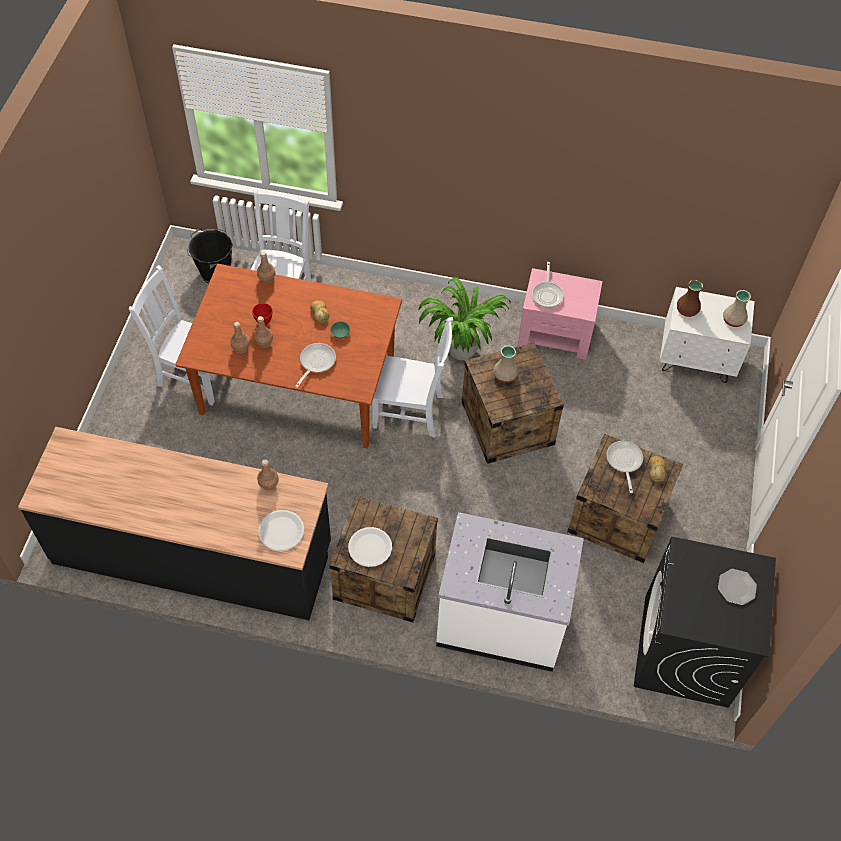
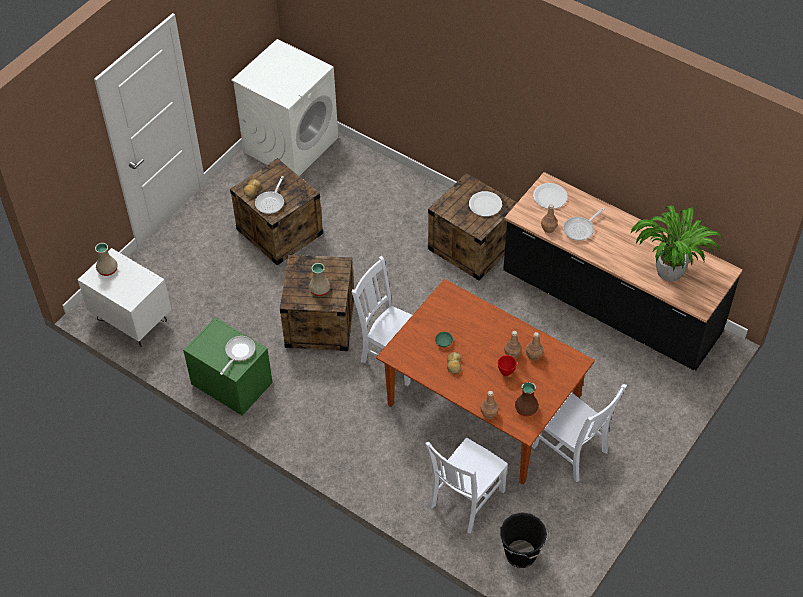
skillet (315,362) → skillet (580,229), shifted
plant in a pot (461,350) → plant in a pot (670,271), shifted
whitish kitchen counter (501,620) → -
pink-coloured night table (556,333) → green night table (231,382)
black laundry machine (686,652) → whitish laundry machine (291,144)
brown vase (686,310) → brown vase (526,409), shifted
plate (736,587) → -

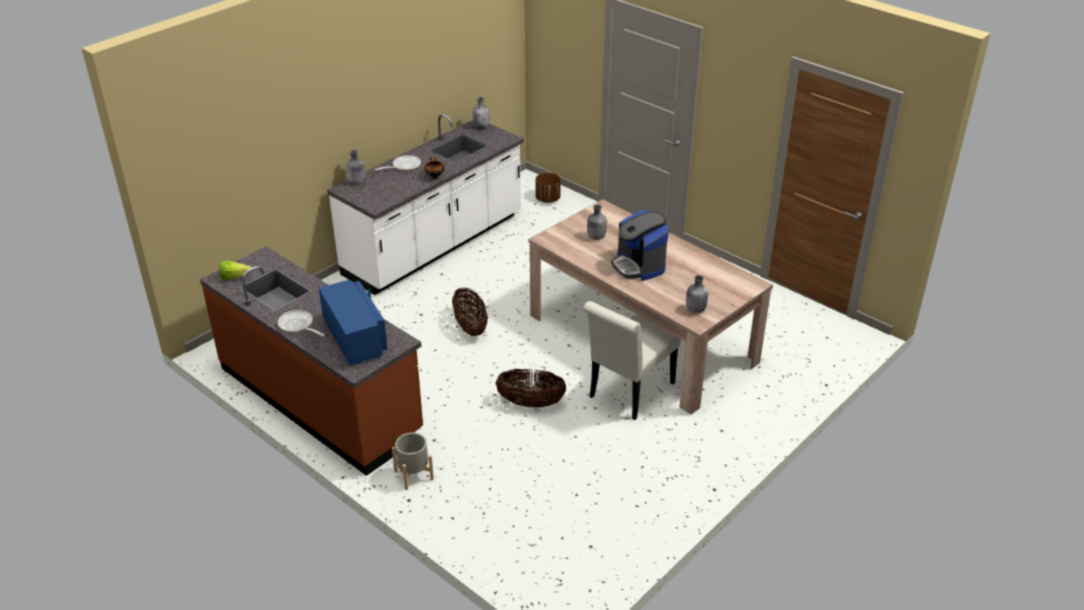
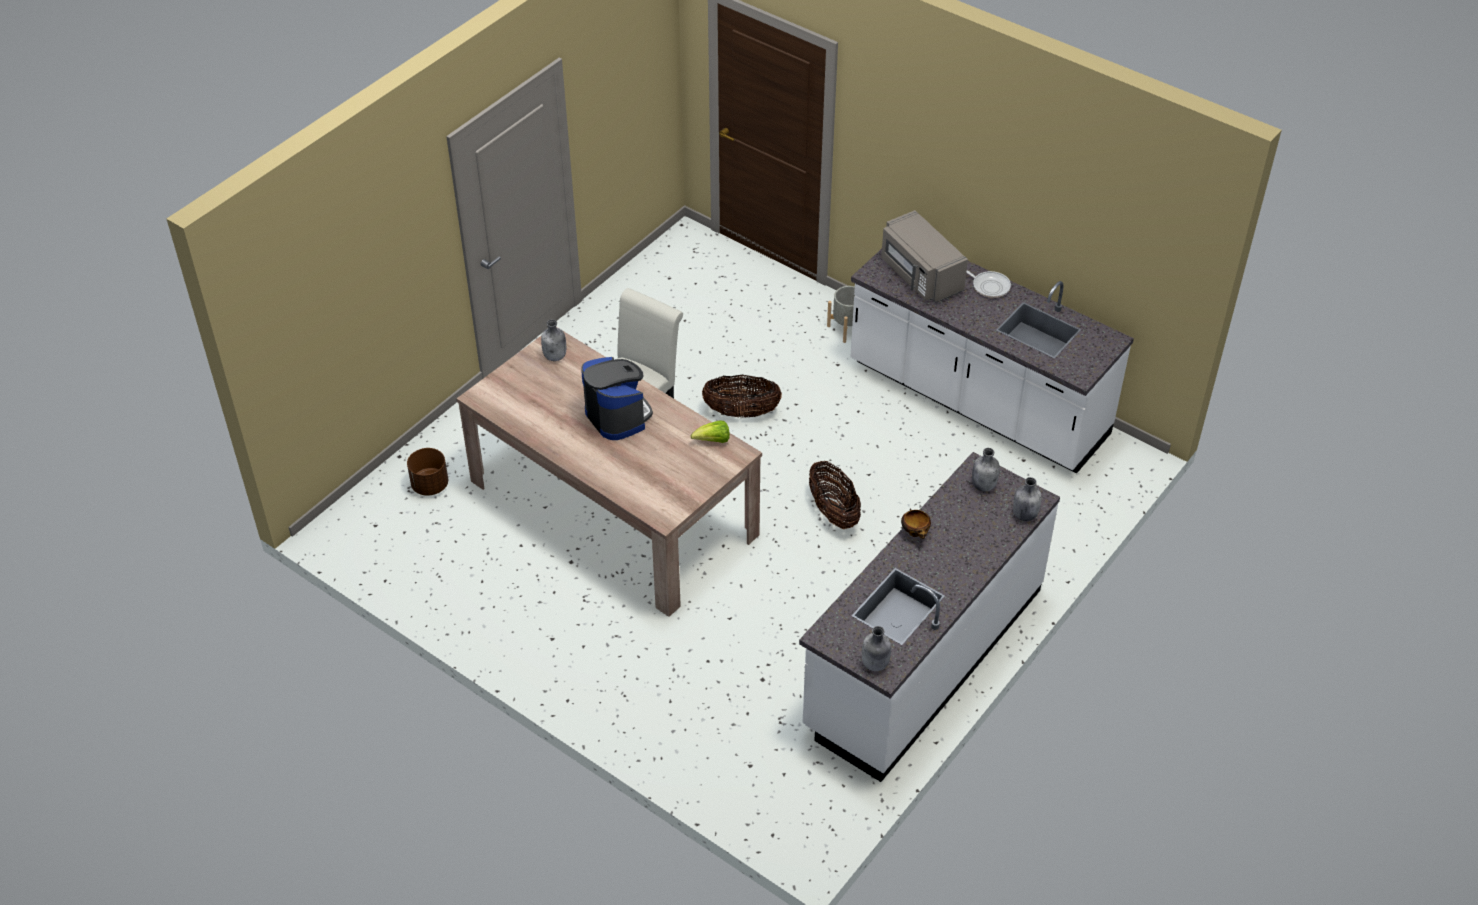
brown kitchen counter (320,400) → whitish kitchen counter (977,401)
lettuce head (234,277) → lettuce head (713,441), shifted
blue-coloured microwave oven (356,338) → gray microwave oven (920,275)
skillet (404,166) → -
brown planter (548,199) → brown planter (430,485), shifted
gray beverage bottle (596,237) → gray beverage bottle (984,485), shifted

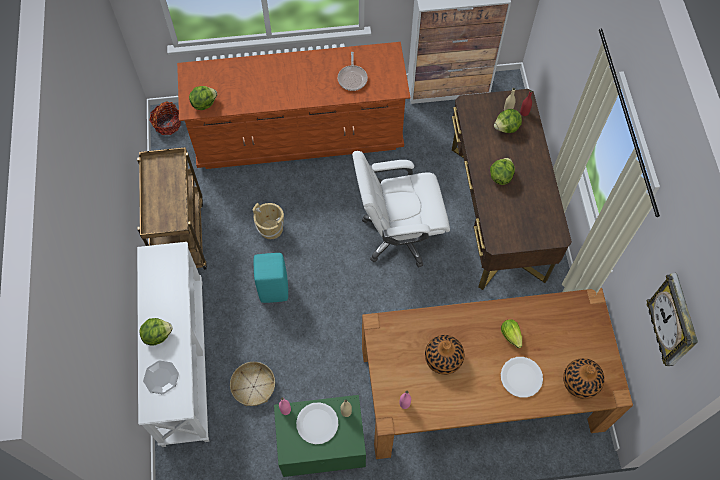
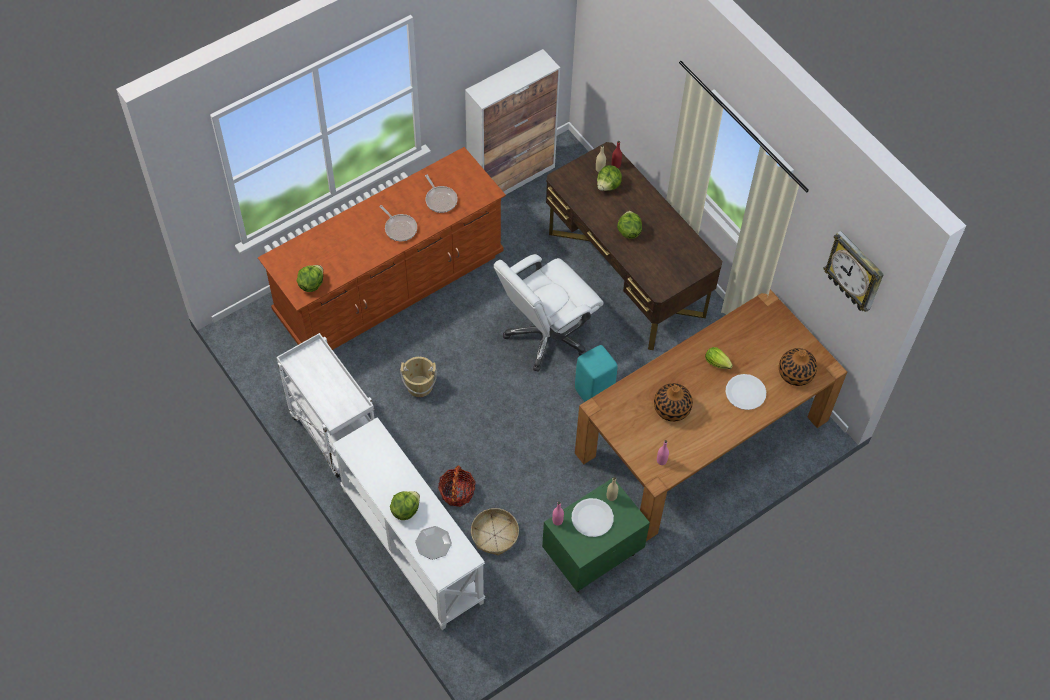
brown cart (181,235) → whitish cart (332,432)
household basket (167,124) → household basket (457,492), shifted
turquoise stool seat (274,289) → turquoise stool seat (594,392), shifted
- → skillet (399,228)

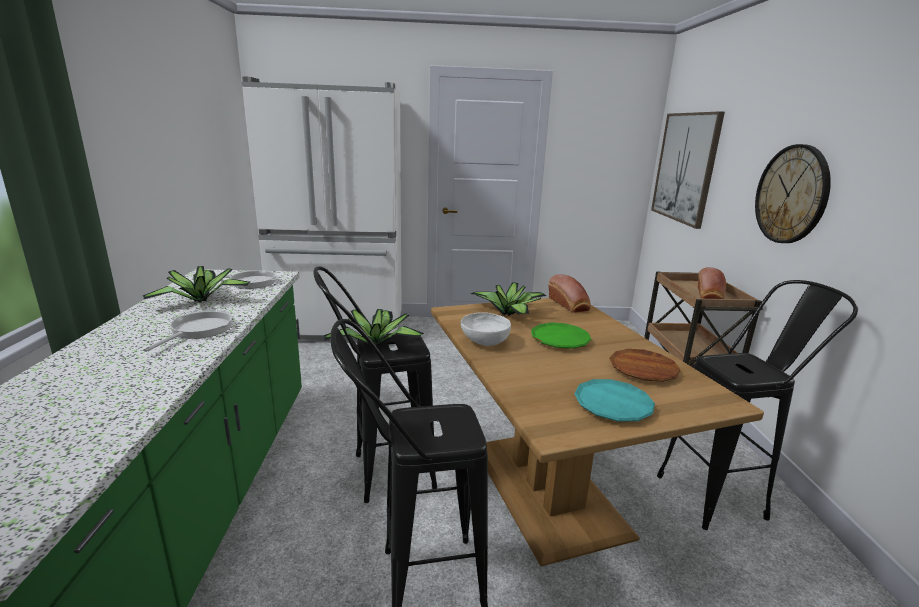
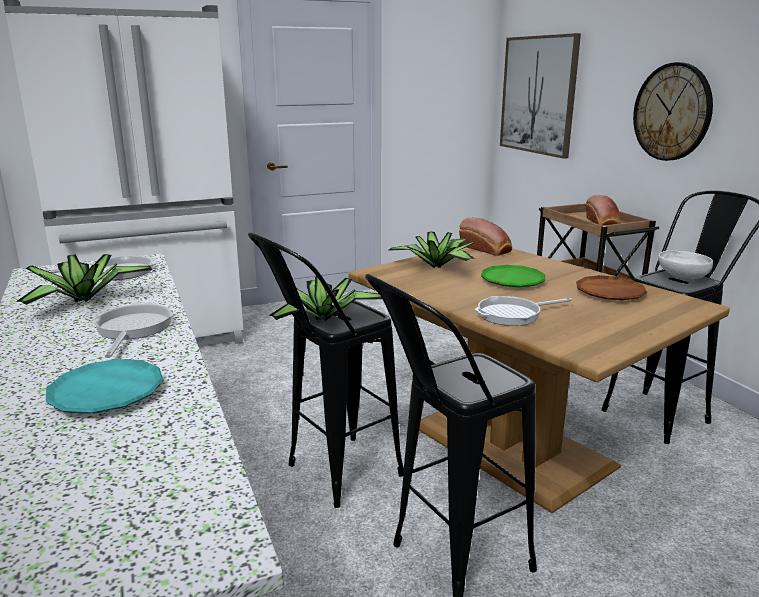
whitish serving bowl (484,341) → whitish serving bowl (681,277), shifted
turquoise plate (612,405) → turquoise plate (107,393), shifted
- → skillet (513,314)

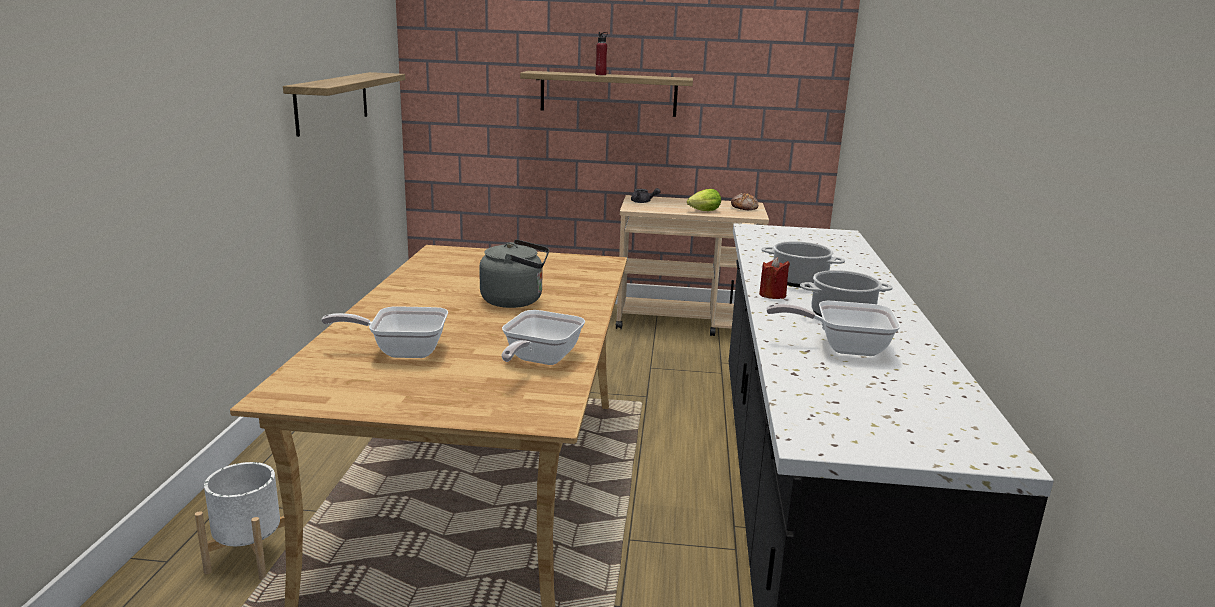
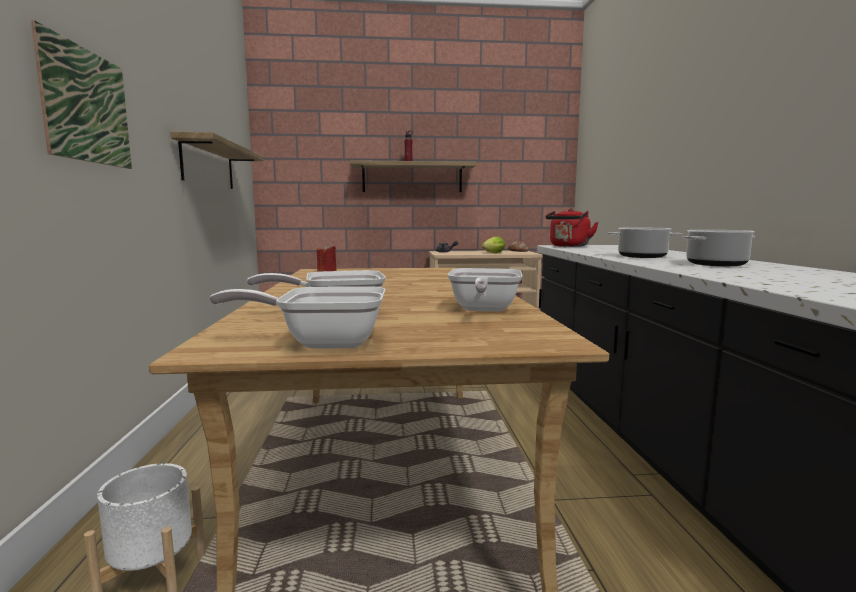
gray tea kettle (516,301) → -
reddish candle (772,295) → reddish candle (327,271), shifted
skillet (842,347) → skillet (322,342), shifted
- → wall art (87,106)
- → reddish tea kettle (568,246)

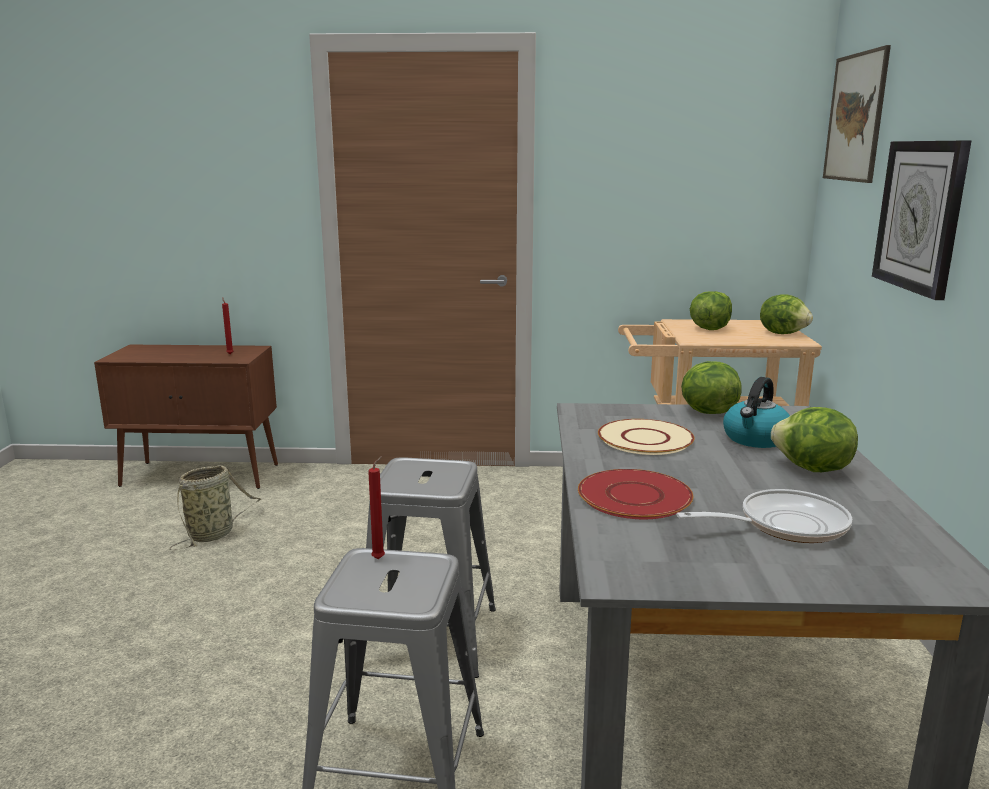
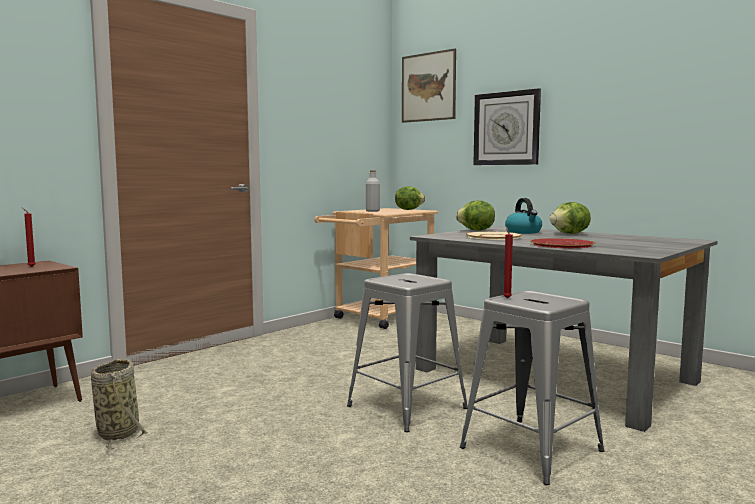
skillet (784,525) → -
lettuce head (709,329) → gray beverage bottle (372,211)

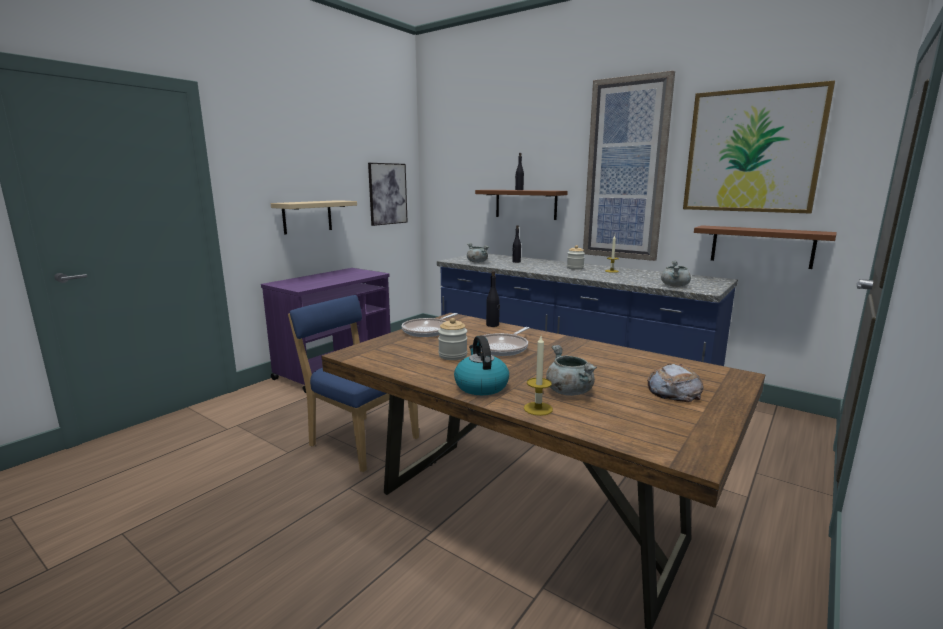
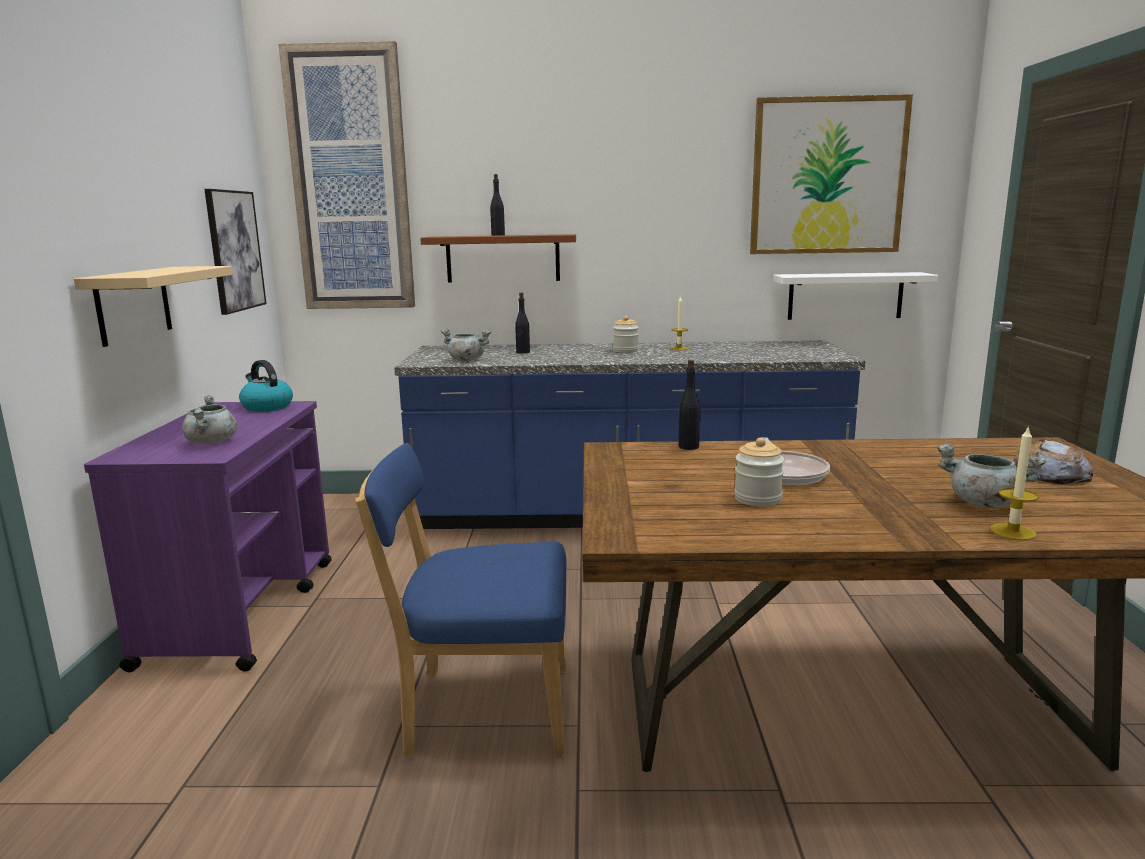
skillet (428,330) → -
tea kettle (480,386) → tea kettle (266,407), shifted
wall art (626,170) → wall art (351,181), shifted
gray saucepot (675,286) → gray saucepot (212,442), shifted
brown bracket shelf (761,246) → whitish bracket shelf (845,296)

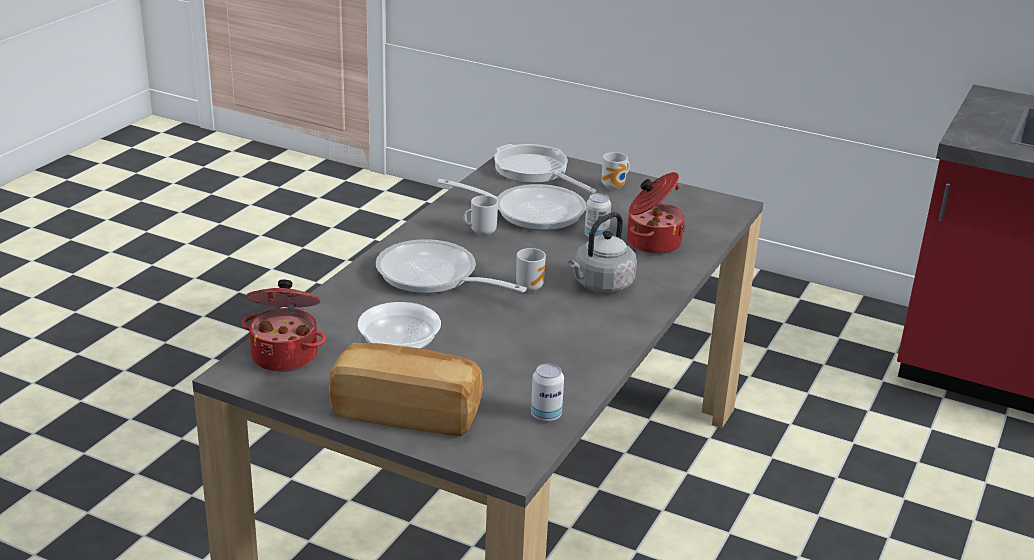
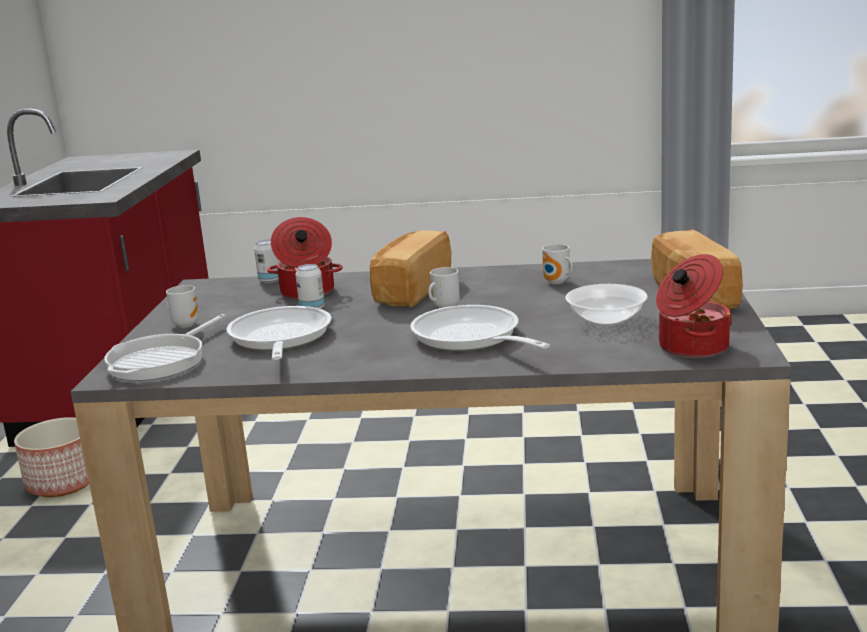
skillet (434,277) → skillet (471,339), 135 degrees clockwise
mug (481,232) → mug (557,282), shifted
can (546,415) → can (270,280), shifted
gray tea kettle (601,285) → baked bread (410,291)
- → planter (63,482)

